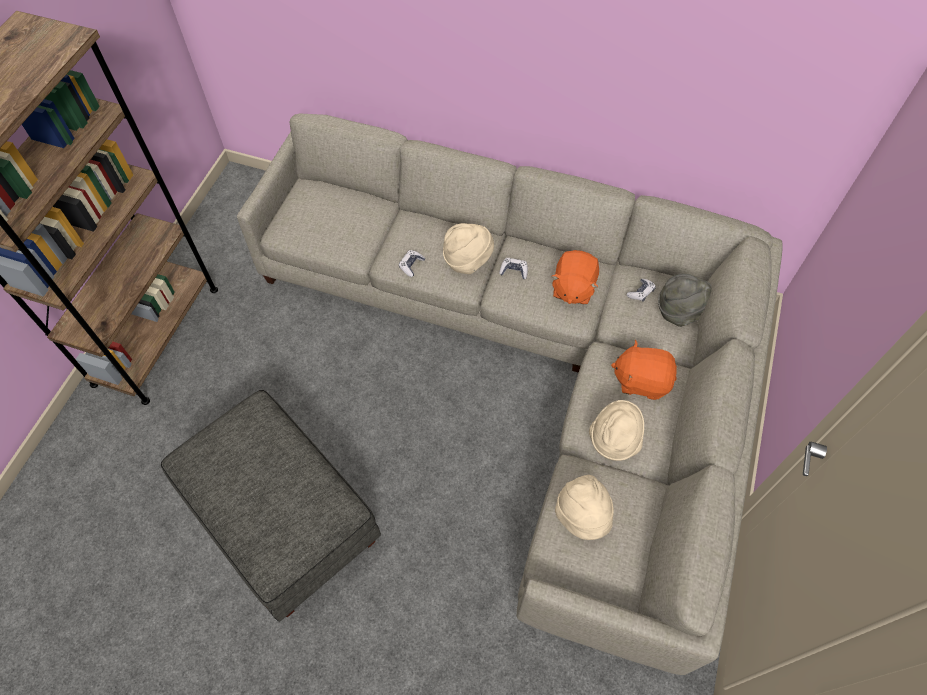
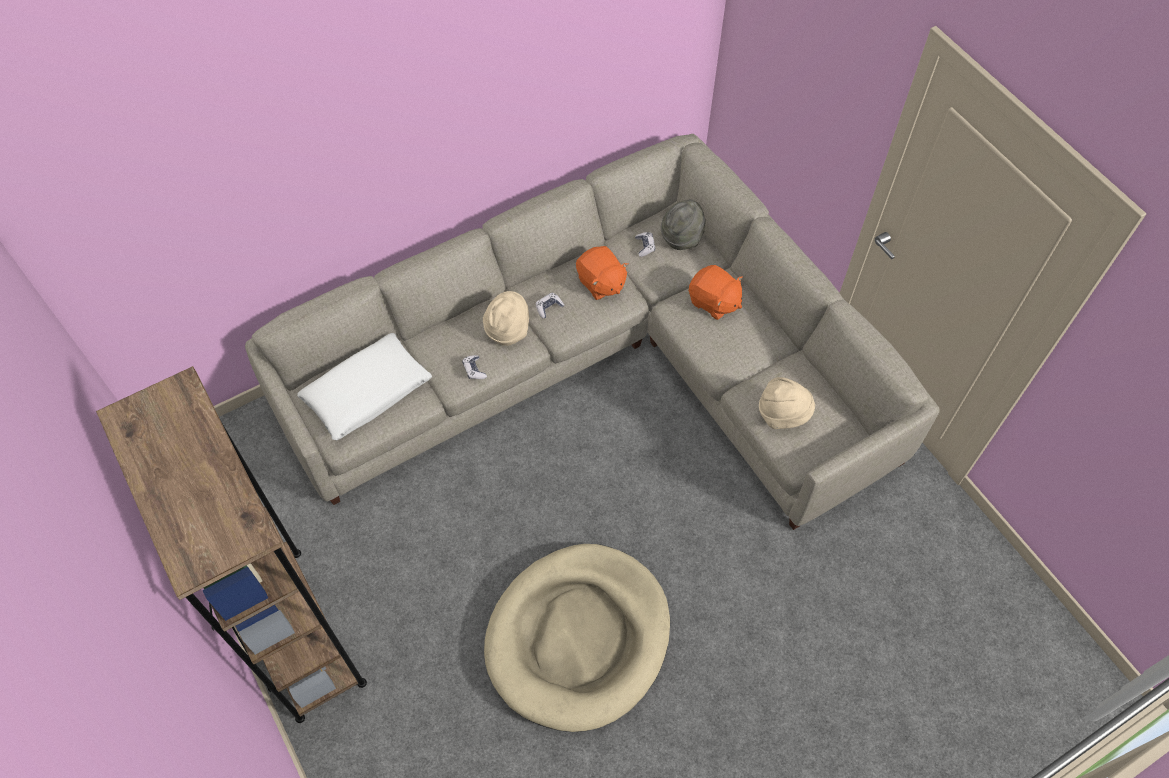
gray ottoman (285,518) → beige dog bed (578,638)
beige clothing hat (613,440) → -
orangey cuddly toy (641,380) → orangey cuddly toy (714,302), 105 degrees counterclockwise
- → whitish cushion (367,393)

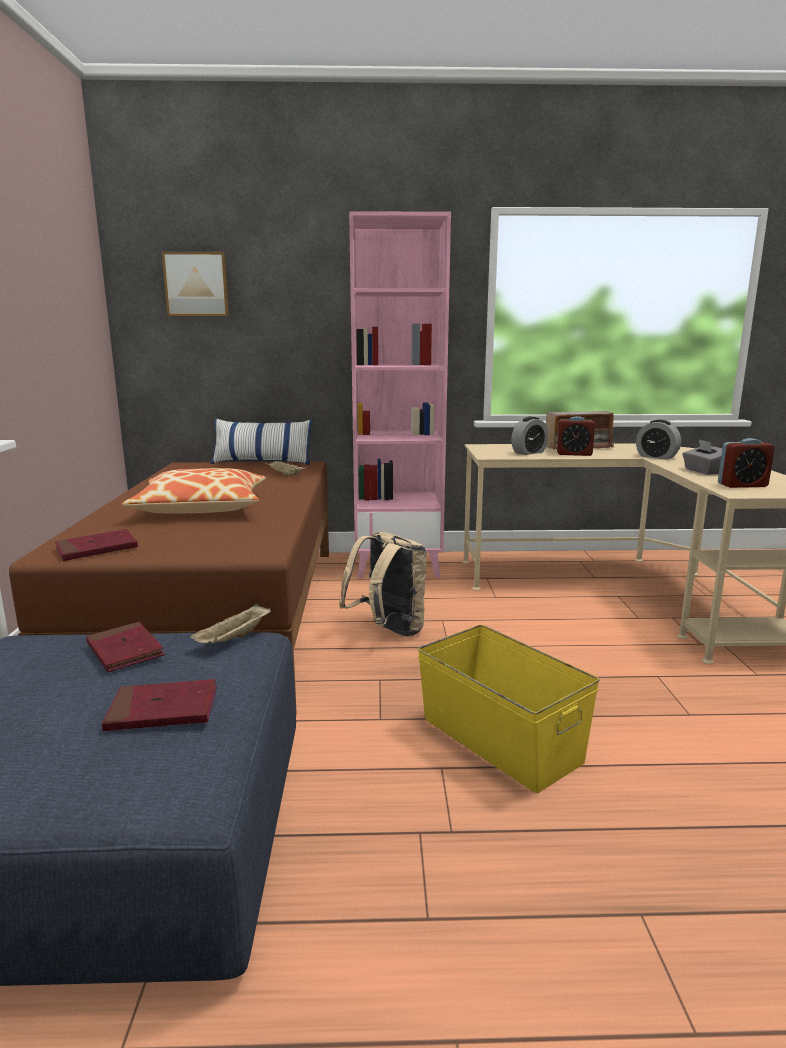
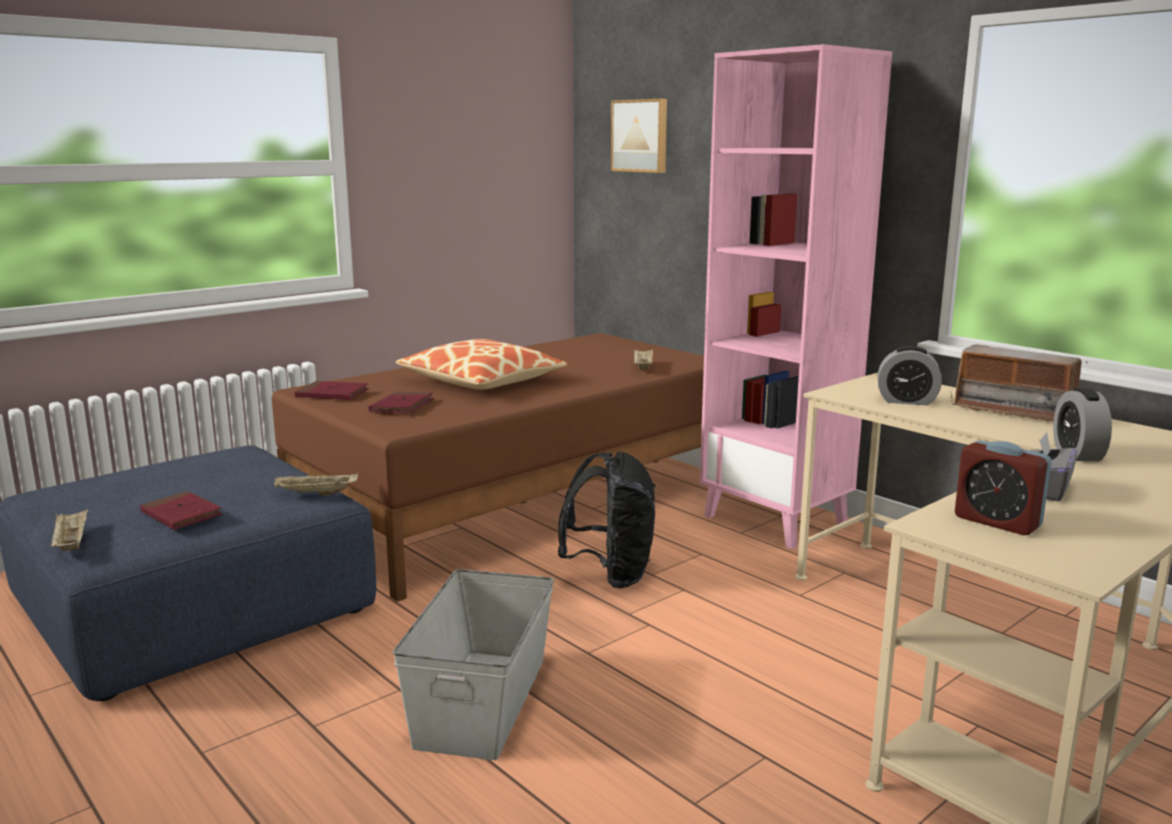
reddish bound book (125,651) → reddish bound book (402,406), shifted
cushion (262,462) → -
beige rucksack (388,631) → black rucksack (611,575)
yellowish storage container (500,740) → gray storage container (480,701)
table clock (574,454) → -
- → beige tray (71,543)

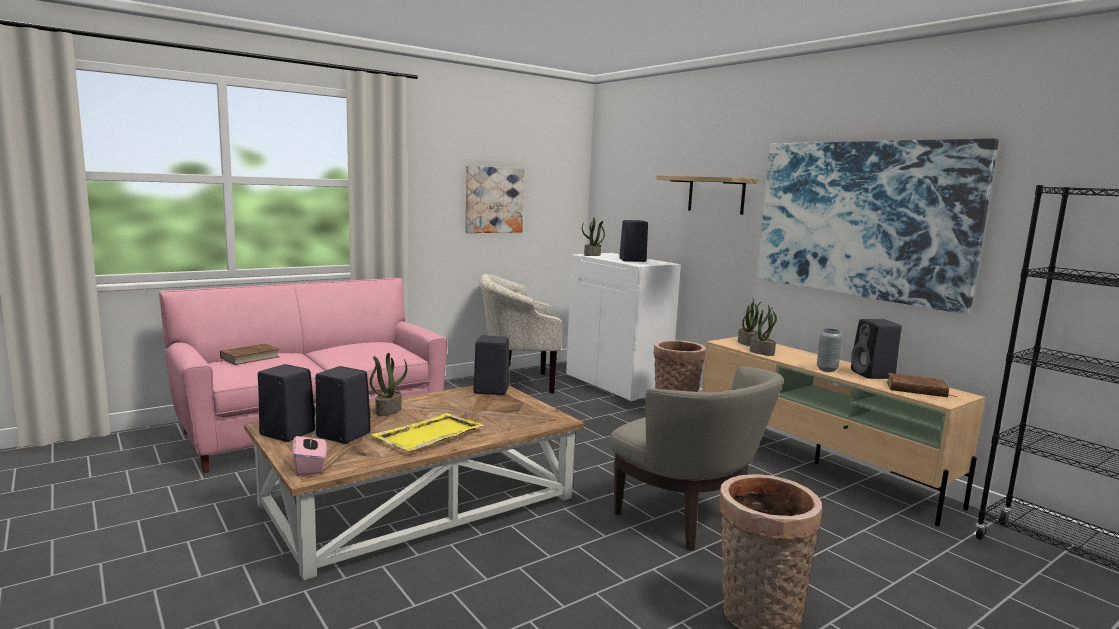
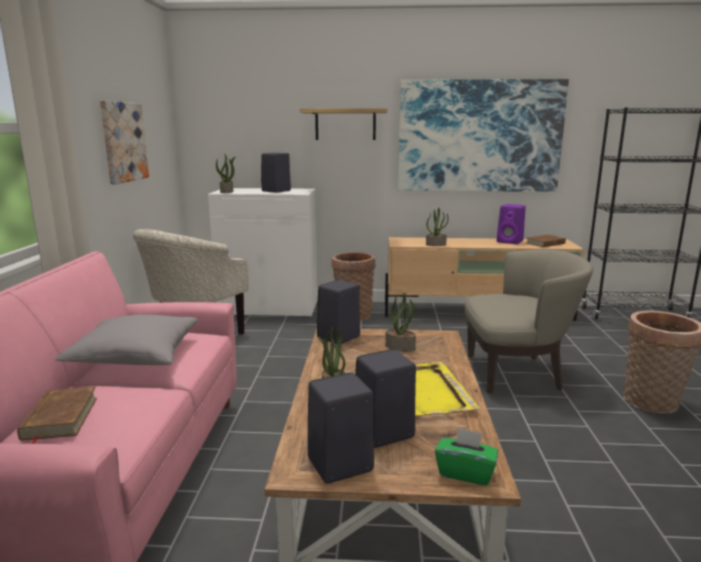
pink-coloured tissue box (310,467) → green tissue box (465,472)
plant in a pot (747,343) → plant in a pot (400,347), shifted
gray vase (827,369) → -
black audio speaker (873,375) → purple-coloured audio speaker (510,241)
- → gray cushion (135,356)

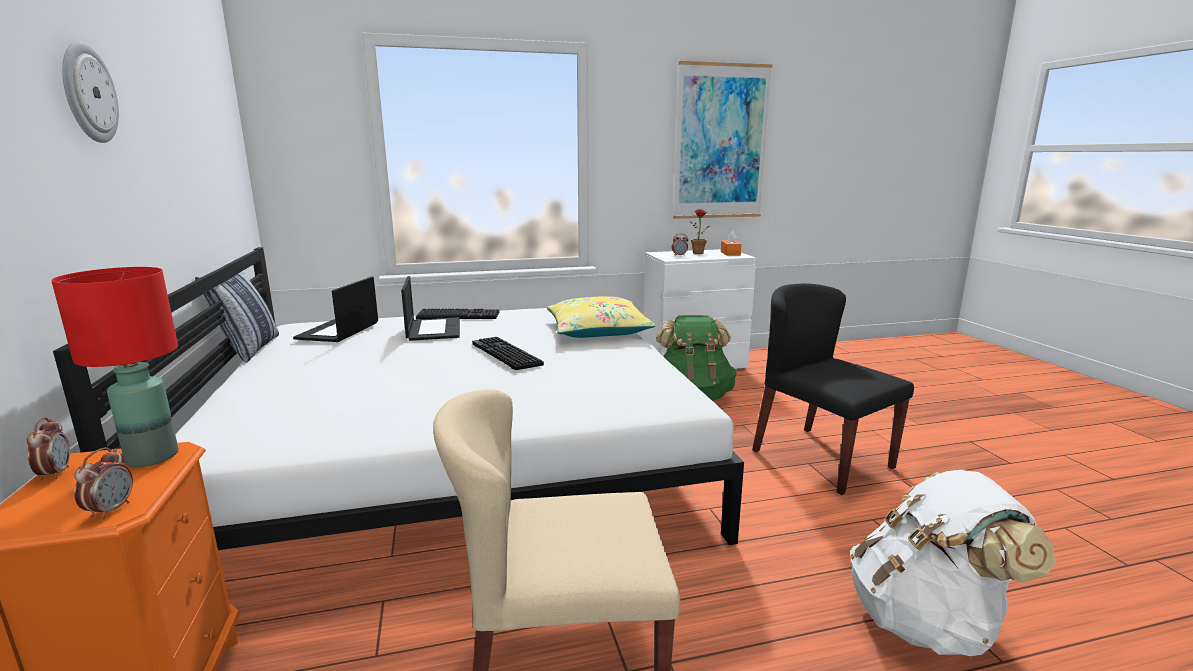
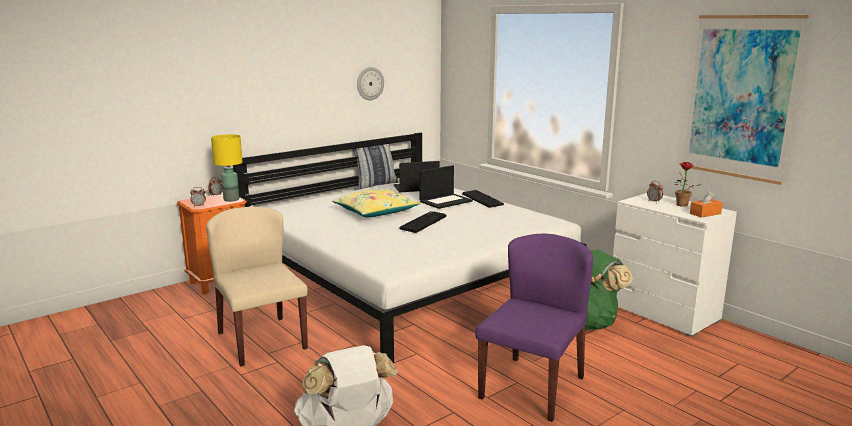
reddish lamp for a table (151,458) → yellowish lamp for a table (231,199)
wall clock (88,93) → wall clock (370,83), shifted
yellowish cushion (597,330) → yellowish cushion (375,212), shifted
black upright chair (820,458) → purple-coloured upright chair (532,387)

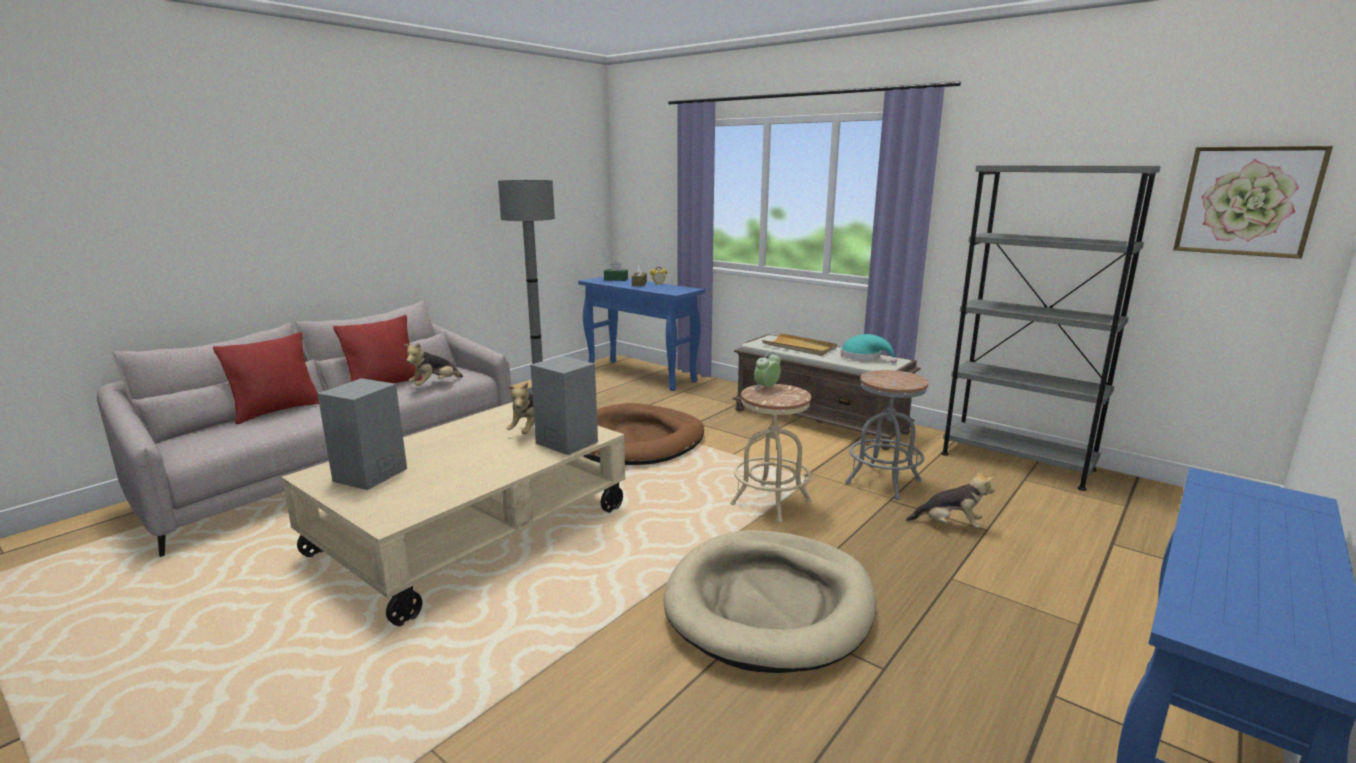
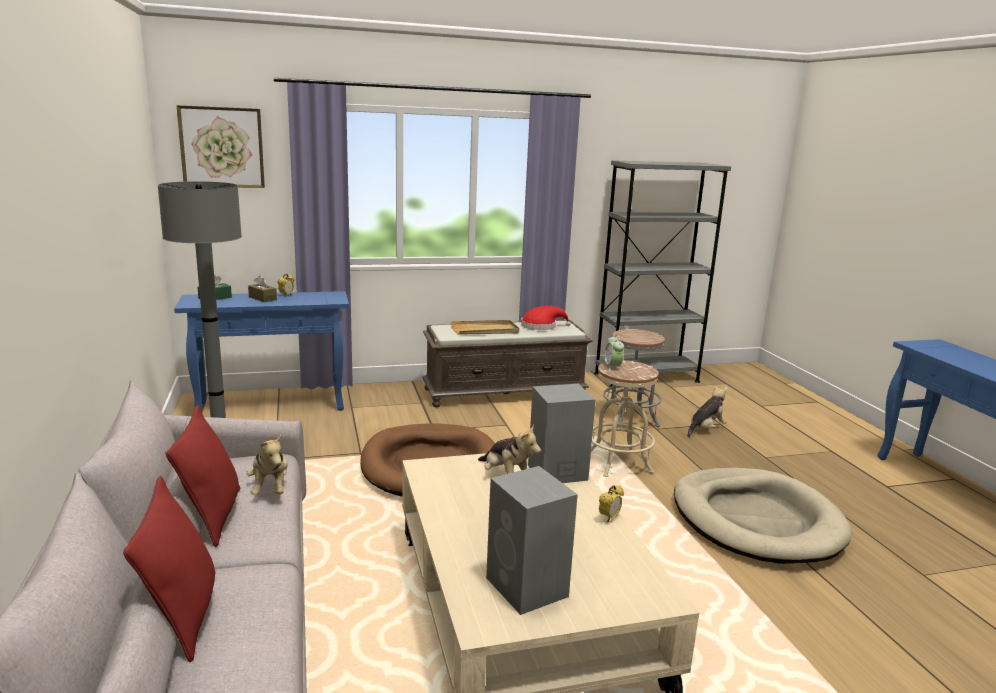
turquoise clothing hat (864,357) → reddish clothing hat (541,326)
wall art (1247,201) → wall art (222,147), shifted
- → table clock (609,518)

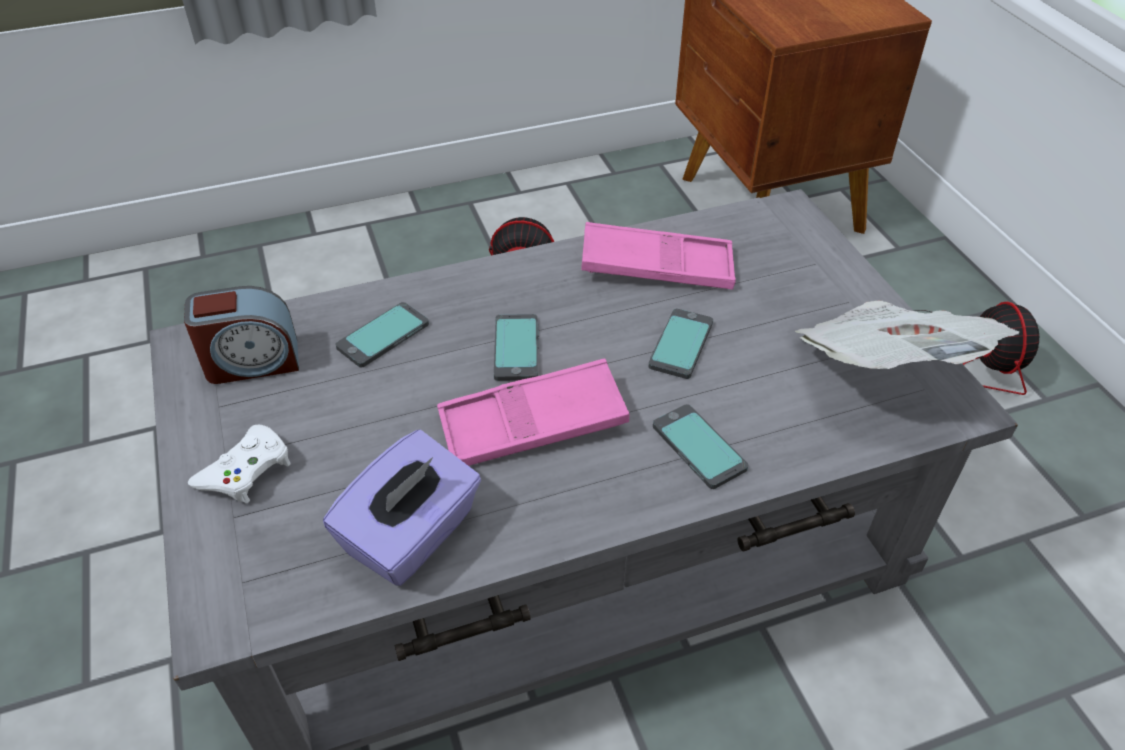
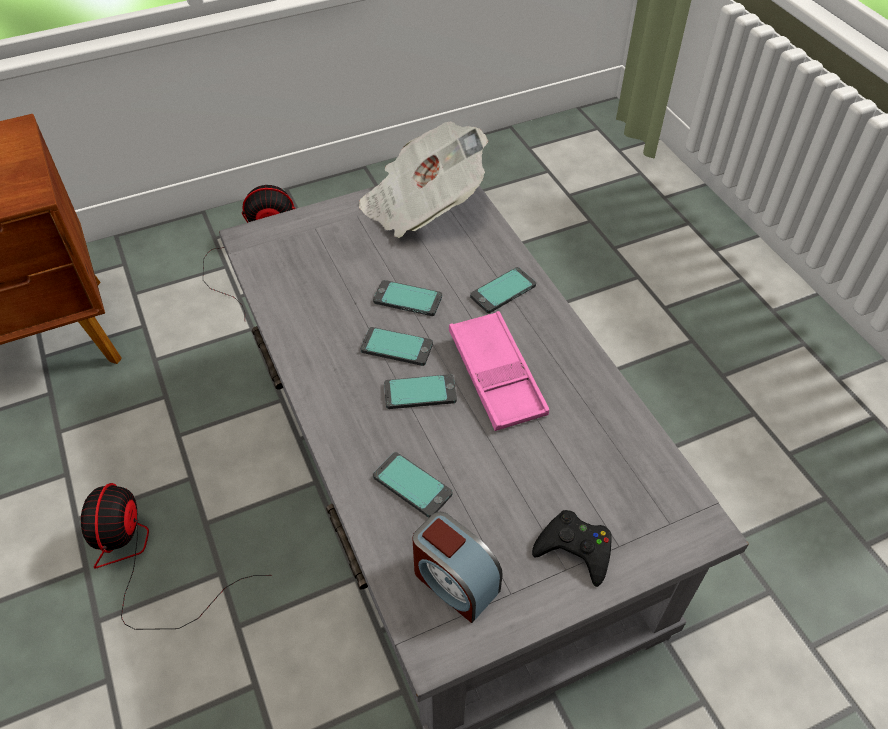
table clock (252,362) → table clock (454,581), 150 degrees clockwise
whitish game controller (246,470) → black game controller (575,549)
purple-coloured tissue box (412,535) → -
pink-coloured tray (657,266) → -
- → telephone (397,347)

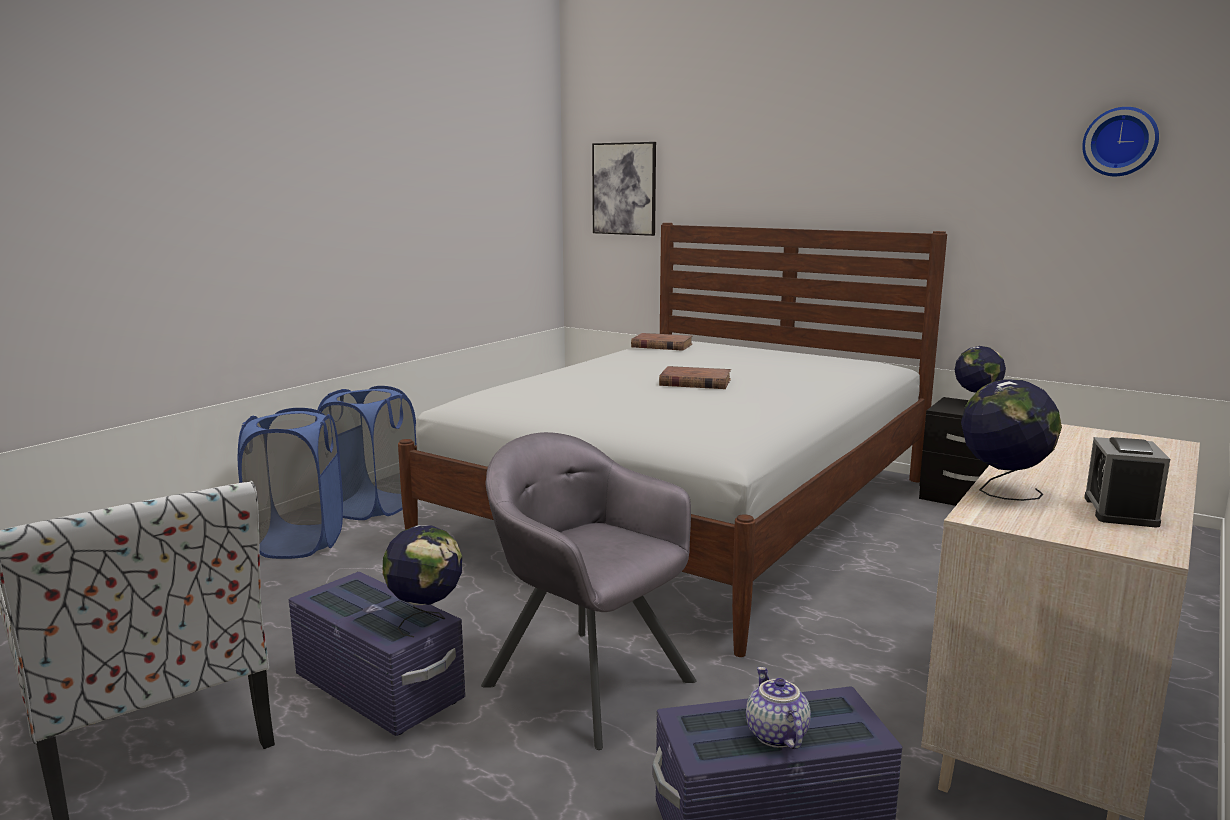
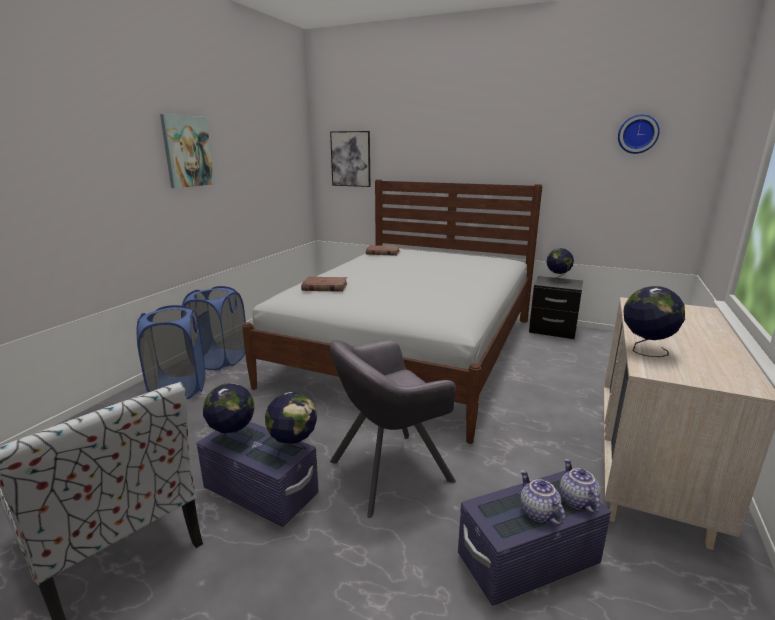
gray easy chair (588,681) → gray easy chair (389,471), 60 degrees counterclockwise
brown bound book (694,382) → brown bound book (324,287), shifted
table clock (1120,511) → -
- → wall art (187,151)
- → world globe (233,440)
- → tea pot (576,500)

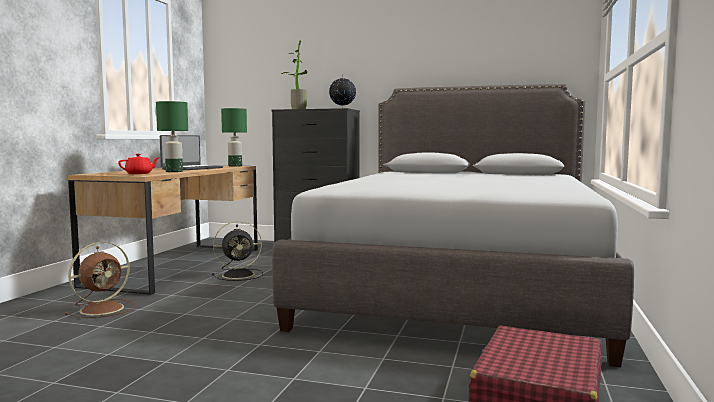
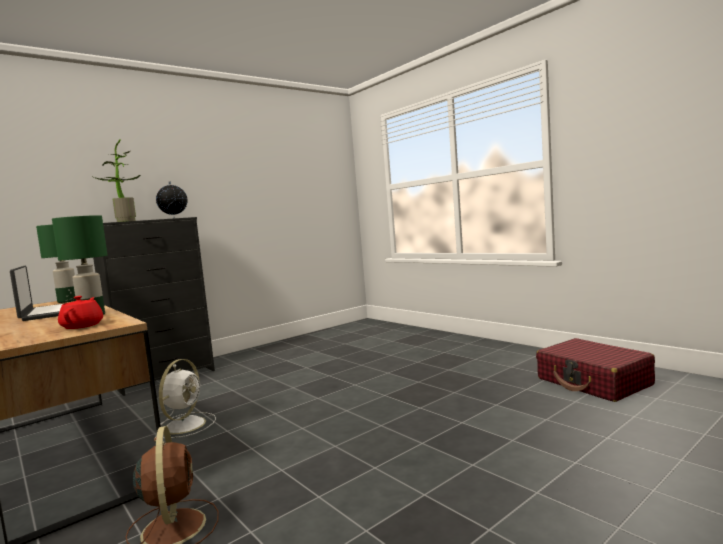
black cooling fan (240,275) → whitish cooling fan (186,424)
gray bedroom bed (460,286) → -

